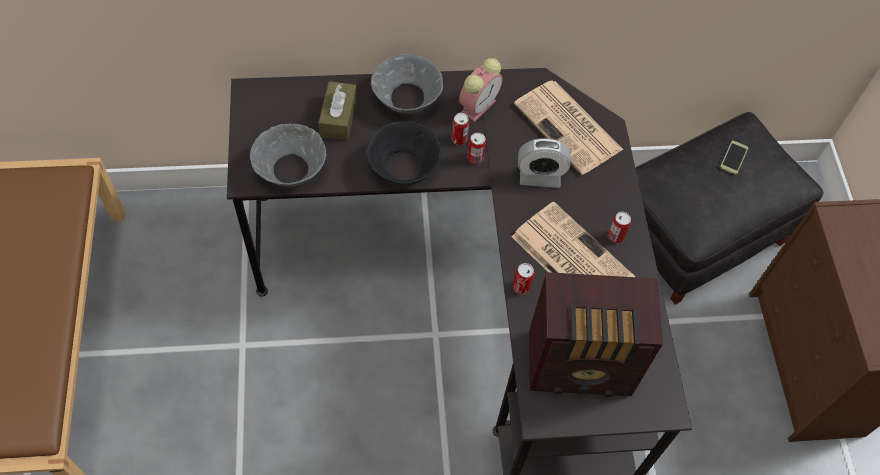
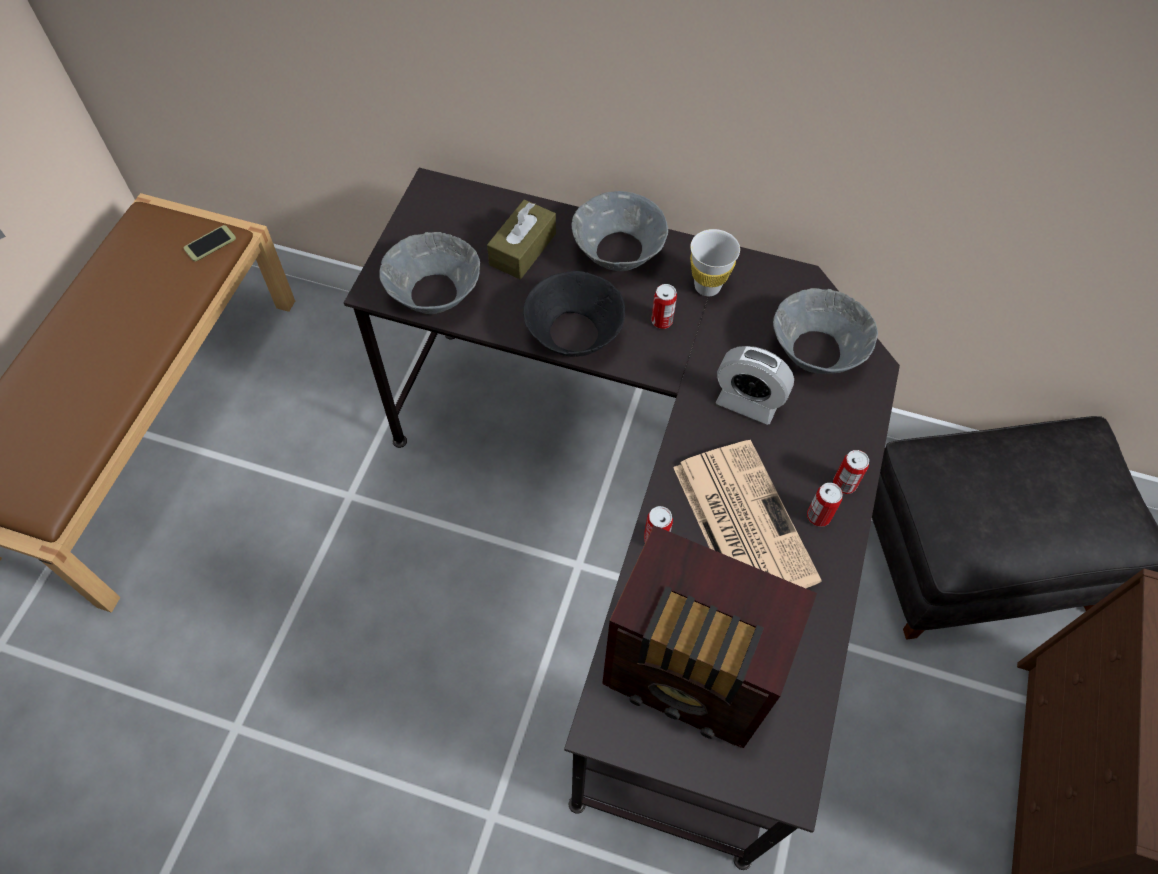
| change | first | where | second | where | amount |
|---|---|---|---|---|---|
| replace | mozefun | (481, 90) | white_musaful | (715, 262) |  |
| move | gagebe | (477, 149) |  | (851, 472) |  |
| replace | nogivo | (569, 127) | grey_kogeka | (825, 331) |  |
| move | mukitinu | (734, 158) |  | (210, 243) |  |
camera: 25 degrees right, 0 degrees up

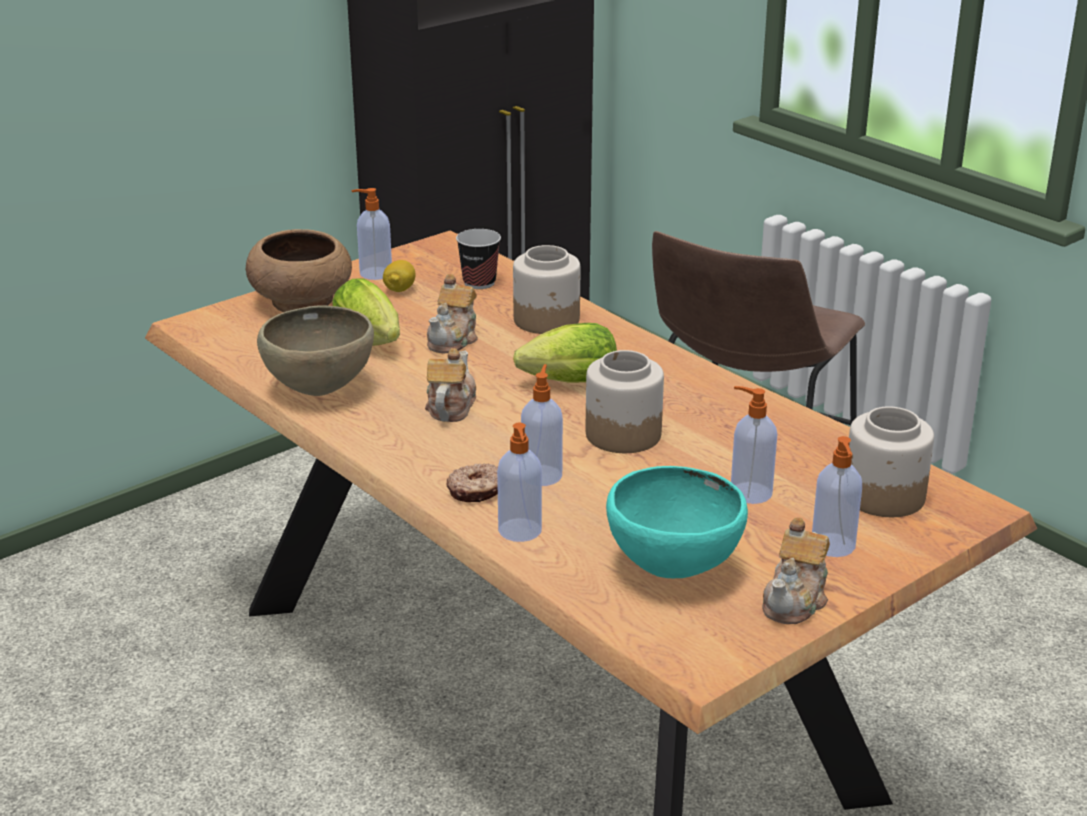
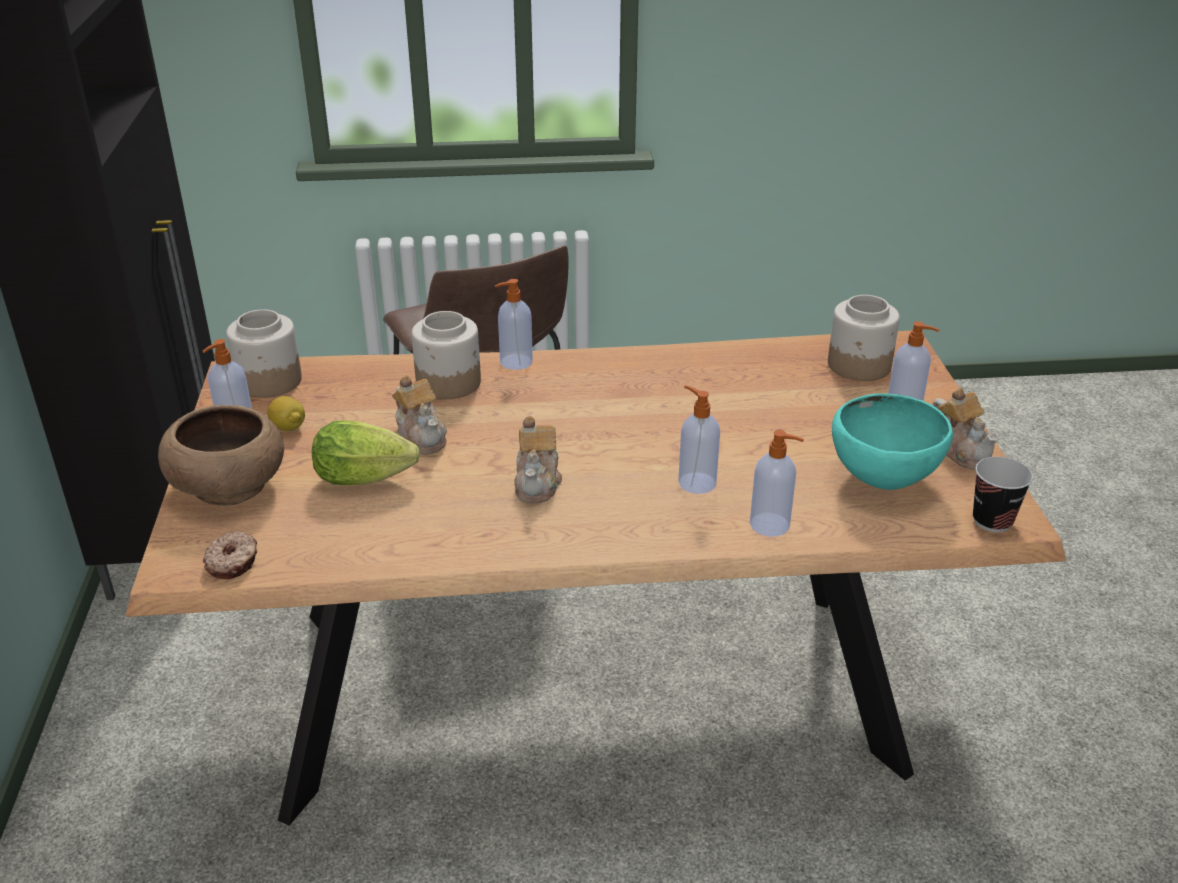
| change | first | where | second | where | amount |
|---|---|---|---|---|---|
| delete | brown_kogeka | (315, 351) |  |  |  |
| rotate | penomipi | (450, 385) |  | (538, 459) | 135 degrees counterclockwise |
| move | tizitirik | (472, 482) |  | (230, 555) |  |
| move | musaful | (478, 259) |  | (1003, 494) |  |
| delete | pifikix | (565, 353) |  |  |  |
| move | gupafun | (625, 401) |  | (264, 353) |  |
| move | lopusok | (754, 445) |  | (514, 324) |  |
camera: 55 degrees left, 5 degrees up

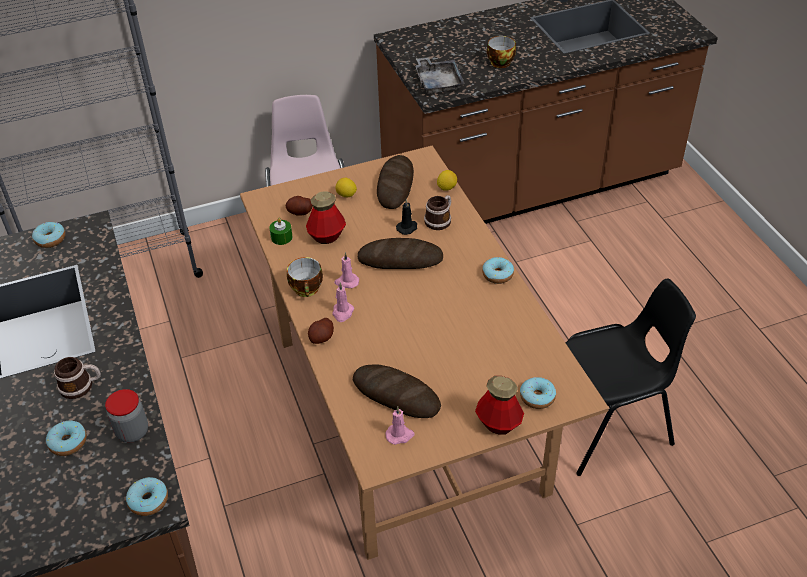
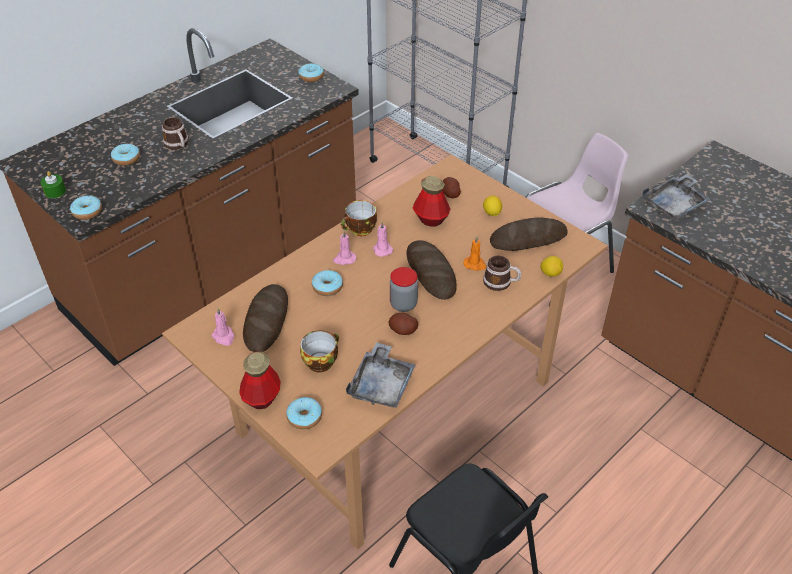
| change | first | where | second | where | amount |
|---|---|---|---|---|---|
| move | gupafun | (126, 416) |  | (404, 289) |  |
| move | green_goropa | (281, 231) |  | (53, 184) |  |
| move | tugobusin | (321, 331) |  | (403, 324) |  |
| recolor | black_goropa | (406, 217) | orange_goropa | (474, 253) |  |
| move | tizitirik | (498, 270) |  | (327, 283) |  |
| move | musaful | (501, 52) |  | (319, 351) |  |
| insert |  |  | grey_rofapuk | (381, 375) |  |
camera: 65 degrees right, 0 degrees up

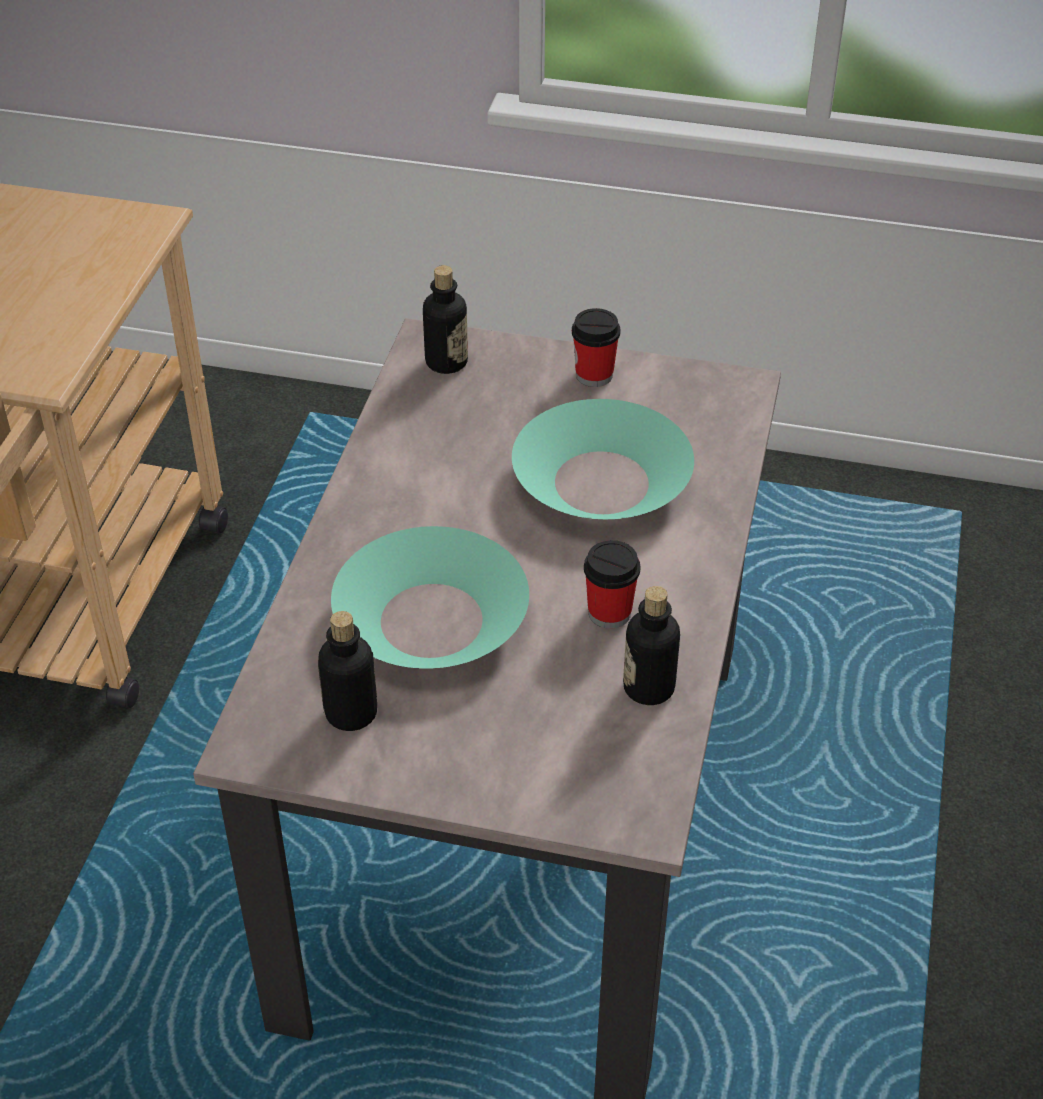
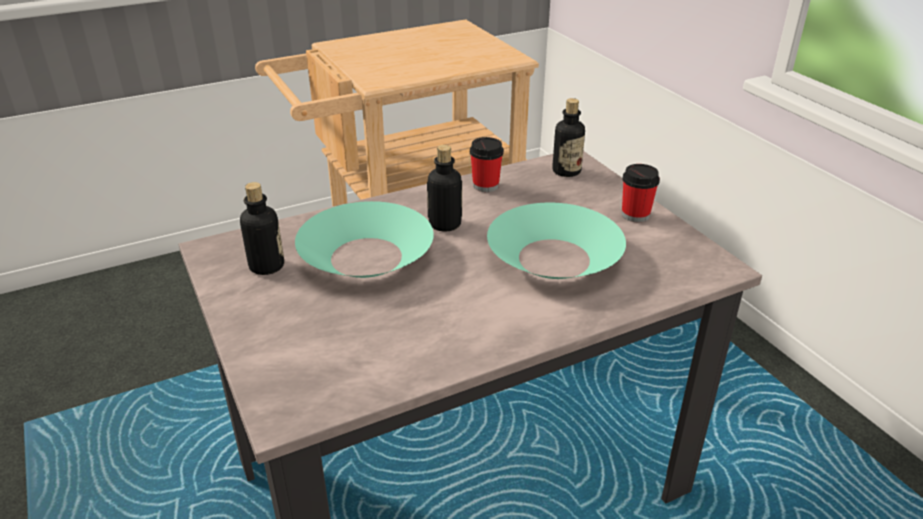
| change | first | where | second | where | amount |
|---|---|---|---|---|---|
| move | musaful | (612, 584) |  | (487, 164) |  |
| move | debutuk | (651, 645) |  | (444, 188) |  |
camera: 50 degrees right, 10 degrees down

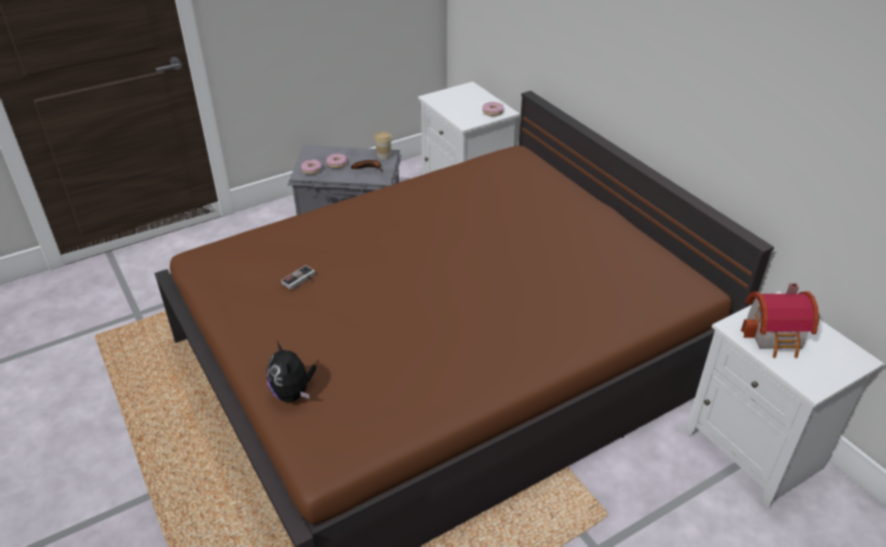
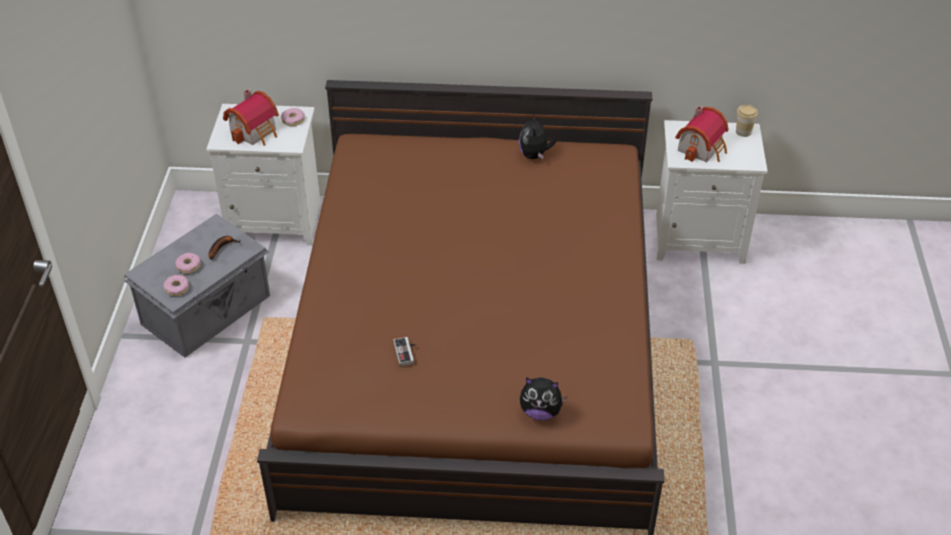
| change | first | where | second | where | amount |
|---|---|---|---|---|---|
| move | musaful | (383, 146) |  | (747, 121) |  |
| insert |  |  | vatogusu | (251, 117) |  |
| insert |  |  | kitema | (537, 137) |  |
camera: 55 degrees left, 5 degrees up

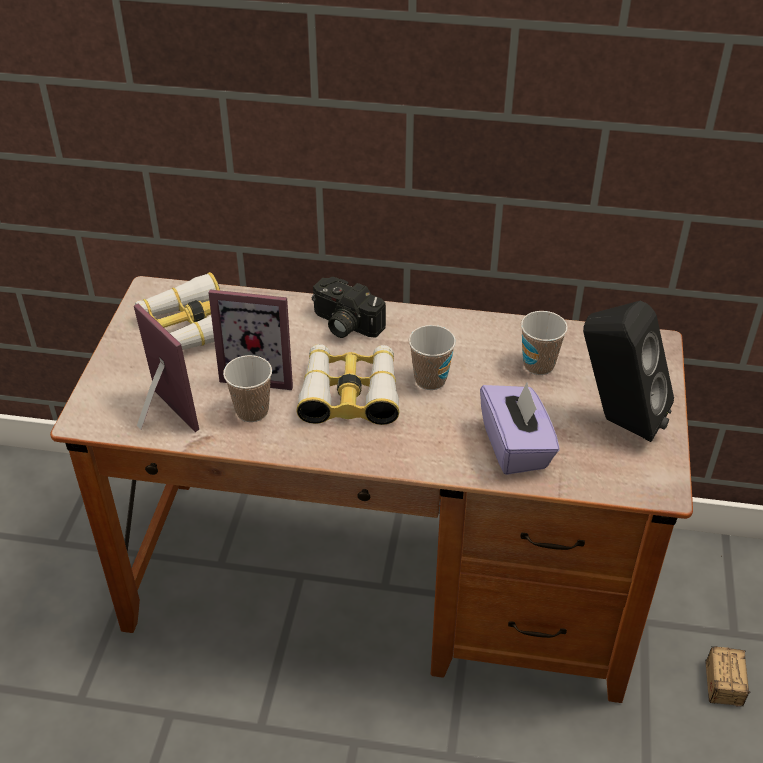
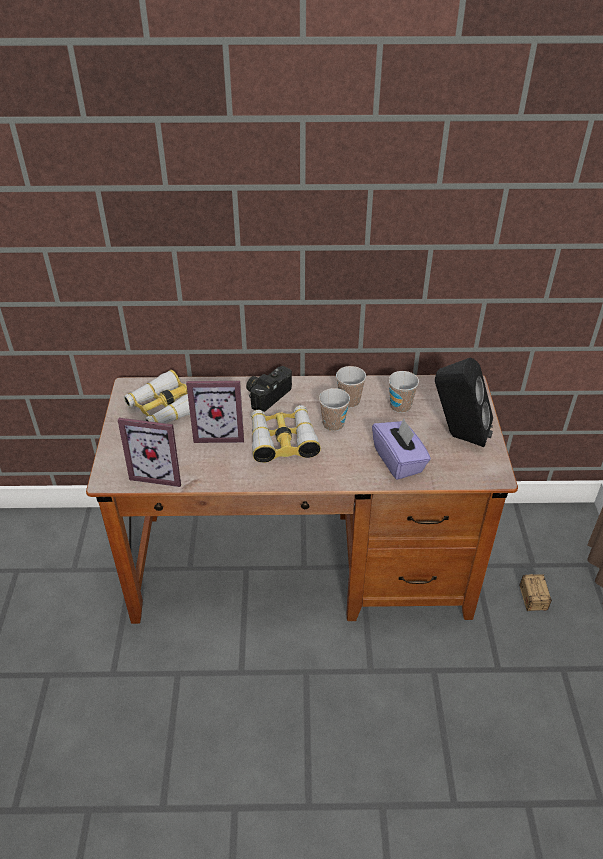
| change | first | where | second | where | amount |
|---|---|---|---|---|---|
| rotate | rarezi | (166, 368) |  | (149, 452) | 150 degrees clockwise |
| move | musaful | (247, 388) |  | (351, 387) |  |
| rotate | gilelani | (349, 307) |  | (269, 389) | 105 degrees clockwise |
camera: 10 degrees left, 0 degrees up

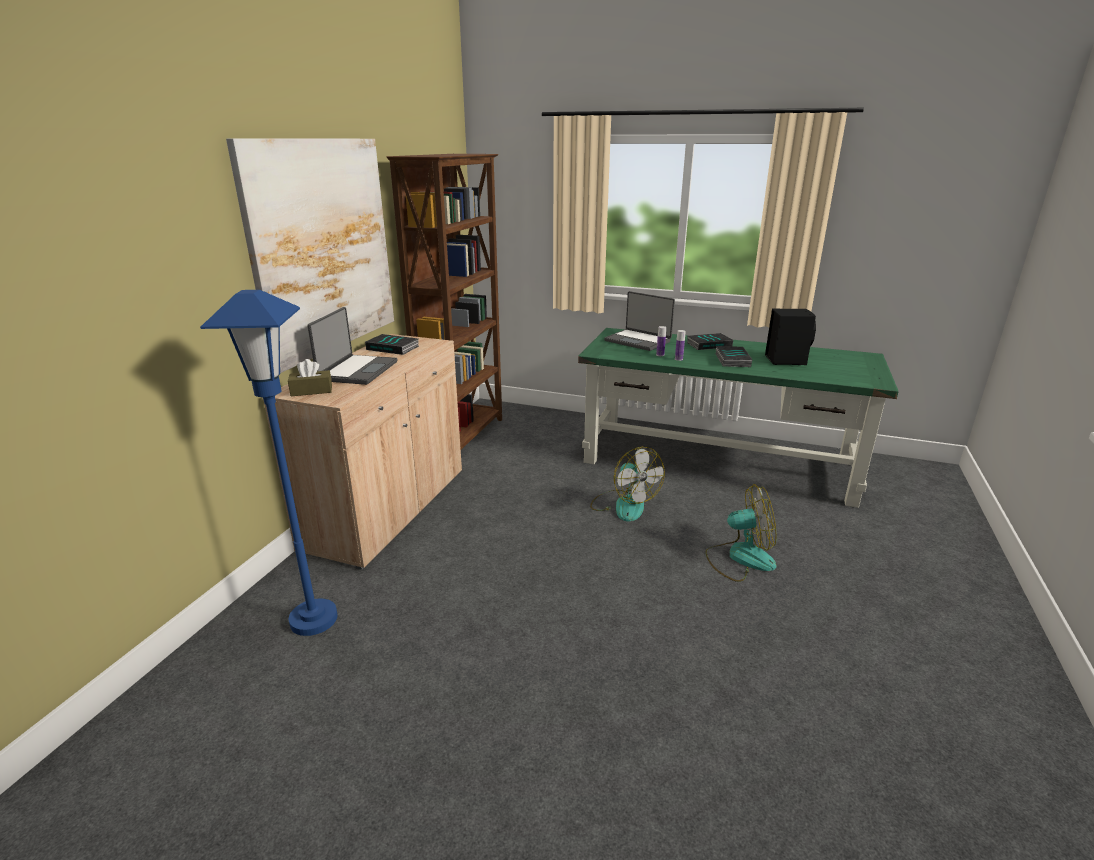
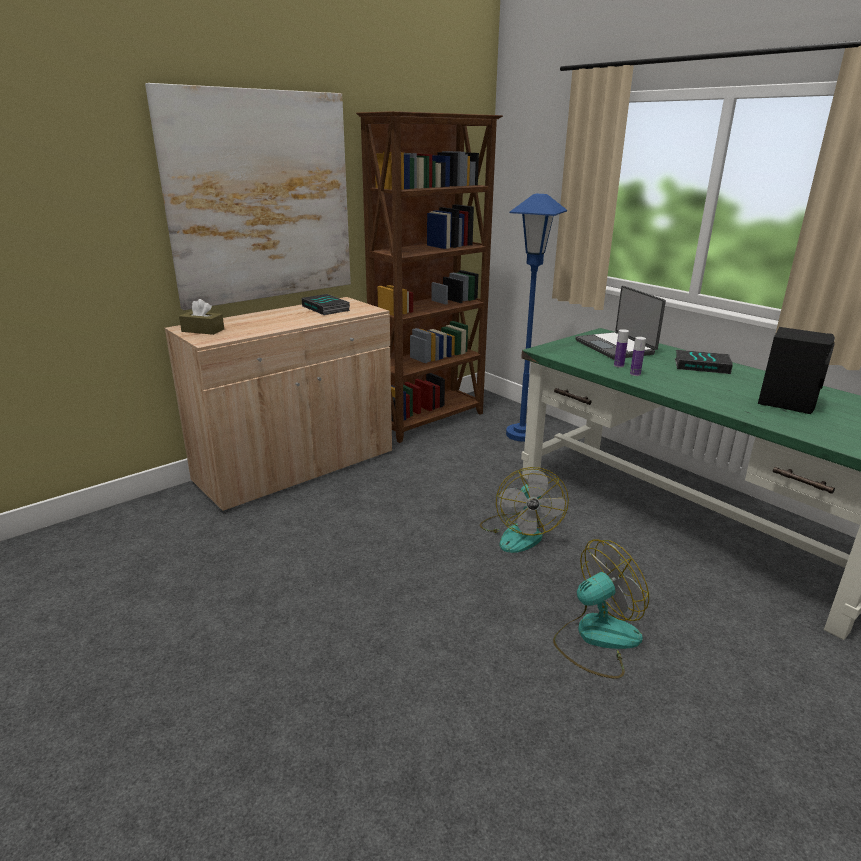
| change | first | where | second | where | amount |
|---|---|---|---|---|---|
| move | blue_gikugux | (268, 463) |  | (536, 318) |  |
| delete | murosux | (352, 346) |  |  |  |
| rotate | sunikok | (741, 533) |  | (601, 609) | 60 degrees counterclockwise |
| delete | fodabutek | (733, 356) |  |  |  |
camera: 30 degrees right, 0 degrees up

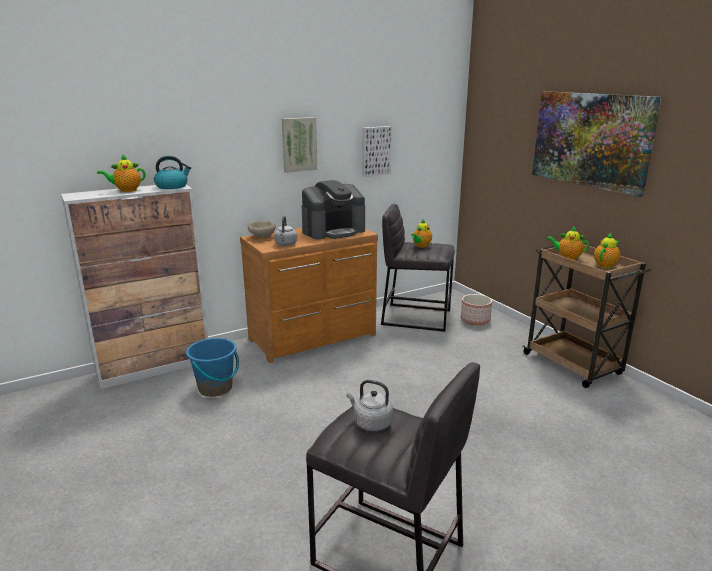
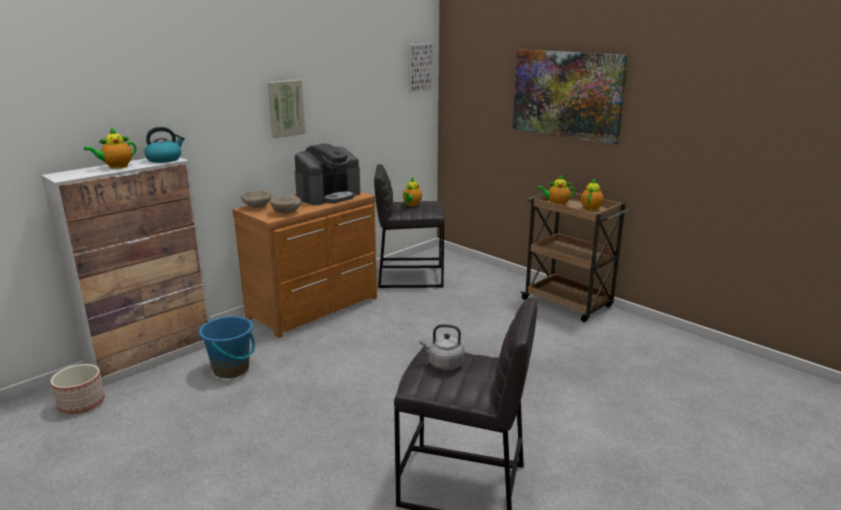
| change | first | where | second | where | amount |
|---|---|---|---|---|---|
| replace | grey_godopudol | (285, 231) | beige_kogeka | (285, 204) |  |
| move | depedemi | (377, 151) |  | (420, 67) |  |
| move | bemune | (476, 309) |  | (78, 389) |  |
camera: 15 degrees left, 0 degrees up

